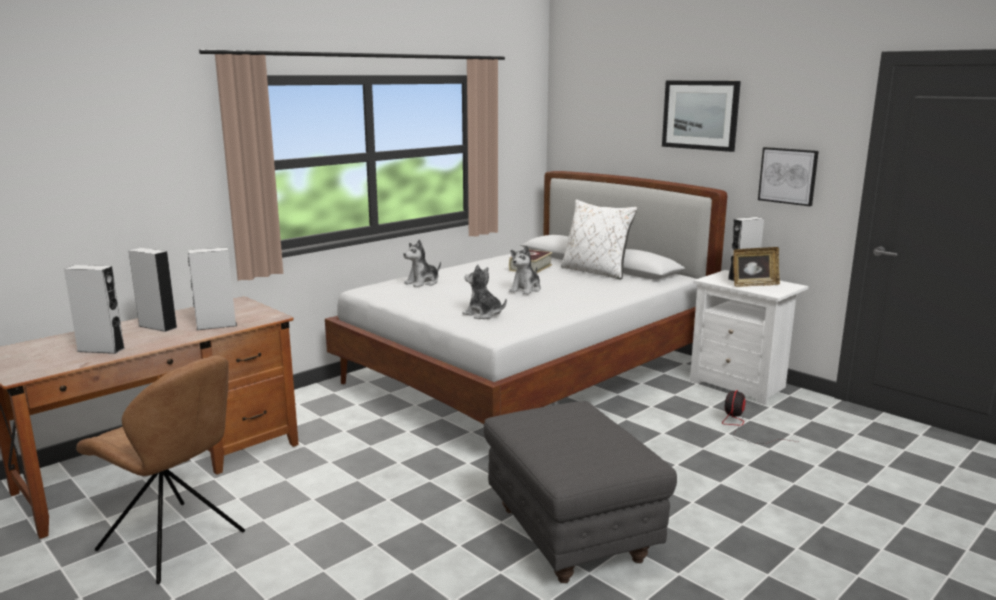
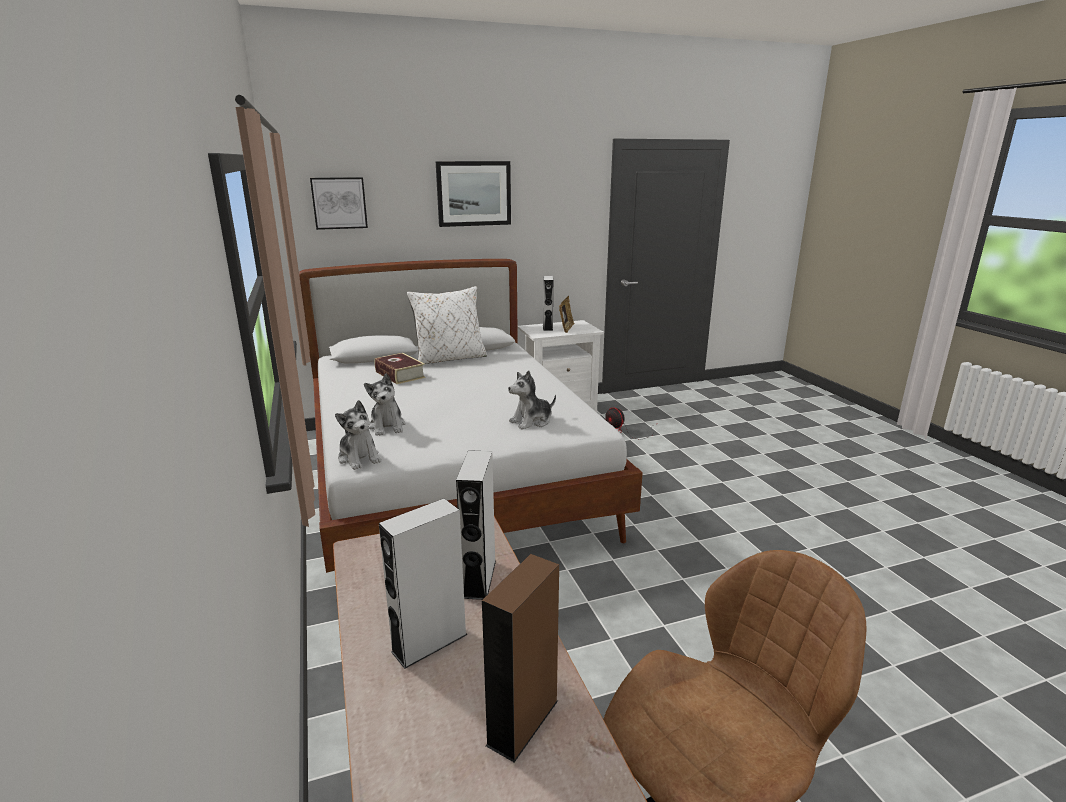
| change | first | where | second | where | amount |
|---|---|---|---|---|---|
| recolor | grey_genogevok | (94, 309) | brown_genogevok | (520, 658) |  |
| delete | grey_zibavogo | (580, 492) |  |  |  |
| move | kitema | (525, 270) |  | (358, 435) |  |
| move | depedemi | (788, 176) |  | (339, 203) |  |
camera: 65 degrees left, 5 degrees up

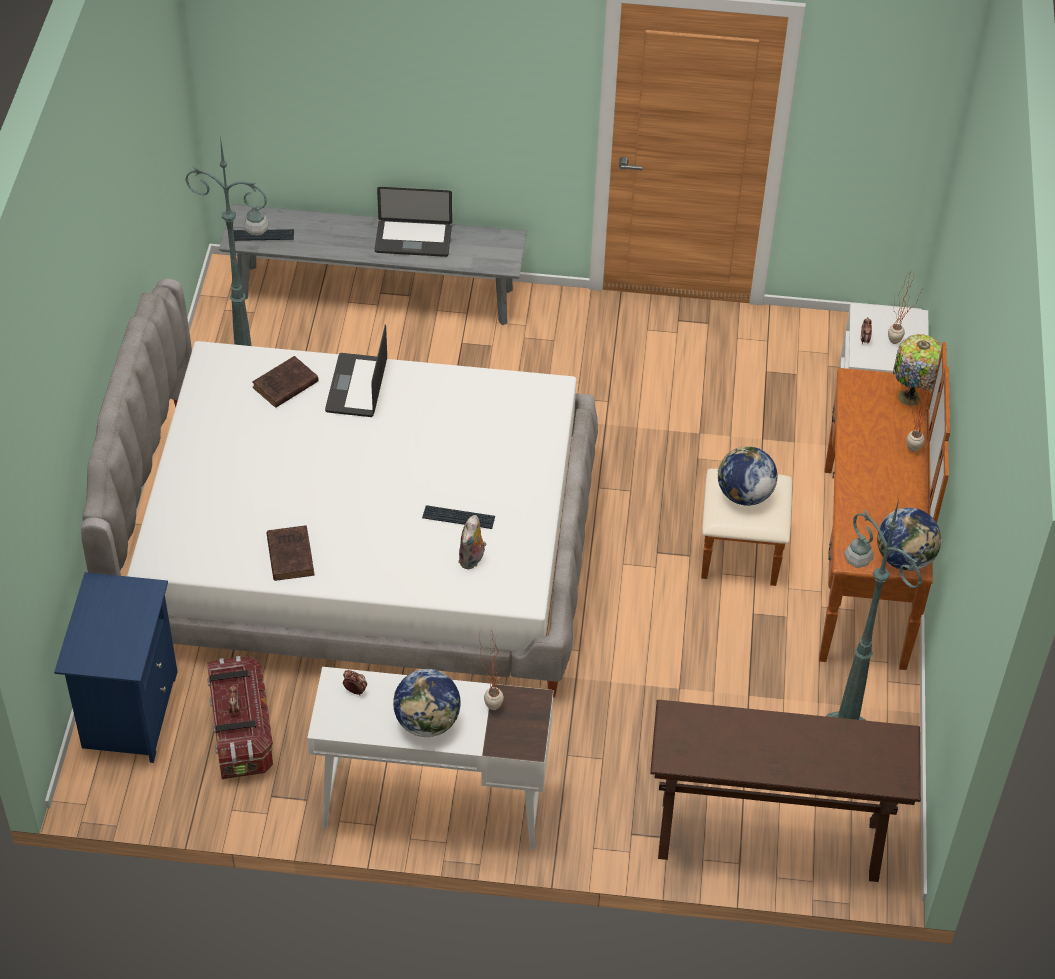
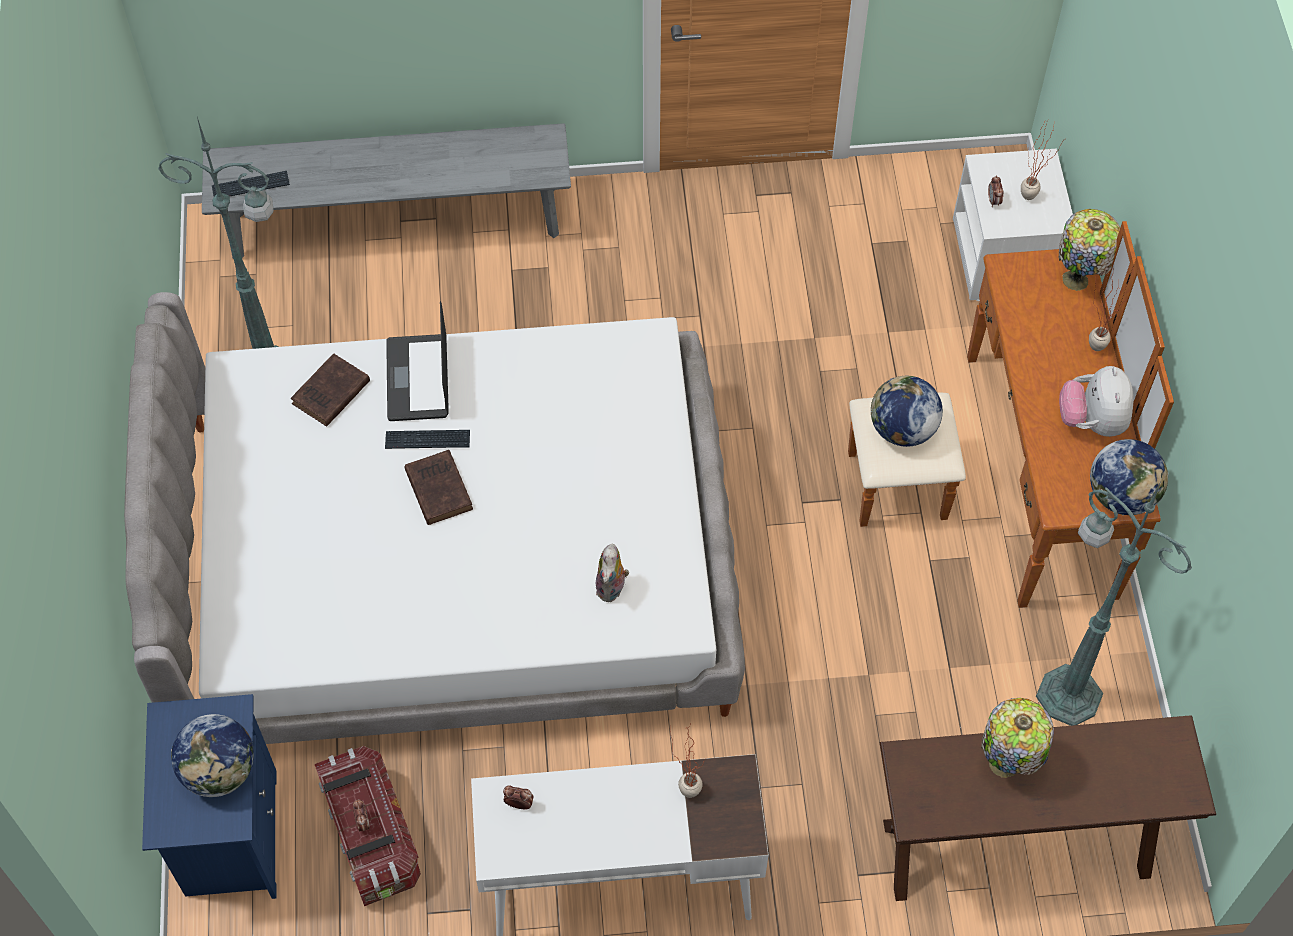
| change | first | where | second | where | amount |
|---|---|---|---|---|---|
| move | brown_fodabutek | (290, 553) |  | (438, 487) |  |
| delete | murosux | (413, 222) |  |  |  |
| move | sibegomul | (427, 703) |  | (212, 755) |  |
| move | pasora | (458, 517) |  | (427, 439) |  |
| insert |  |  | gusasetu | (1017, 738) |  |
| insert |  |  | kitema | (1096, 401) |  |
camera: 10 degrees left, 10 degrees up

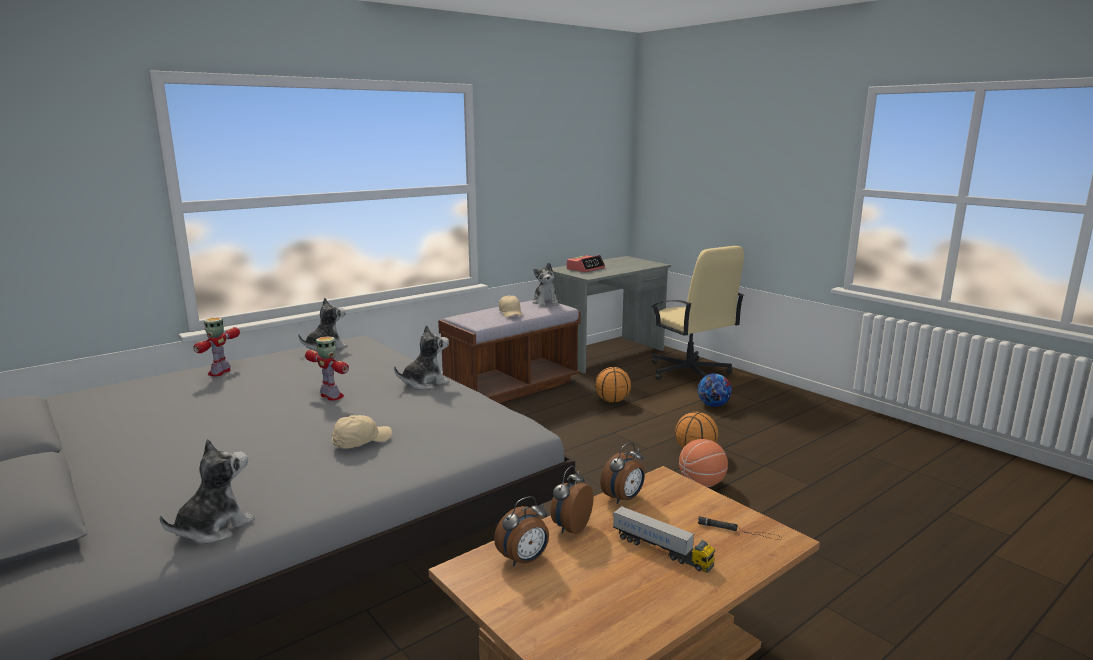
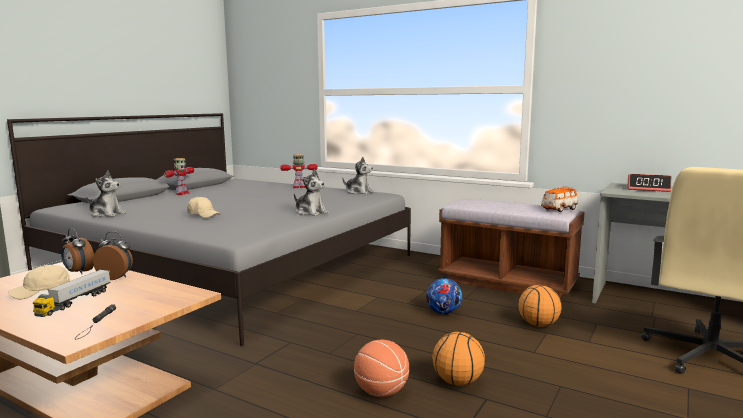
| change | first | where | second | where | amount |
|---|---|---|---|---|---|
| move | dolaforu | (327, 368) |  | (179, 176) |  |
| move | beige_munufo | (510, 306) |  | (39, 282) |  |
| replace | kitema | (545, 285) | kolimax | (559, 199) |  |
| delete | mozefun | (622, 473) |  |  |  |
| move | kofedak | (715, 390) |  | (444, 296) |  |
camera: 70 degrees right, 5 degrees down

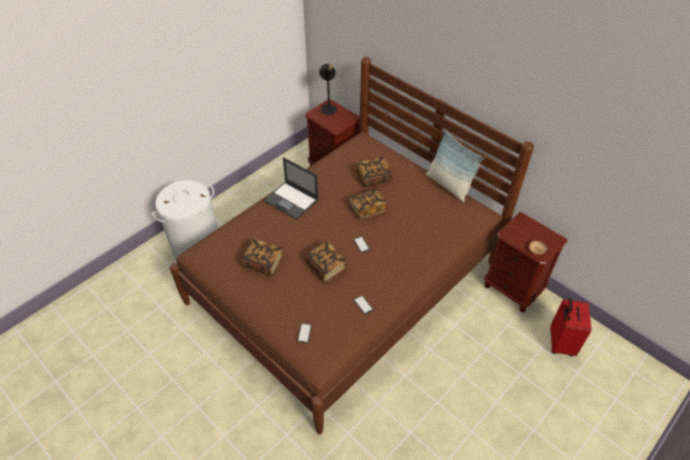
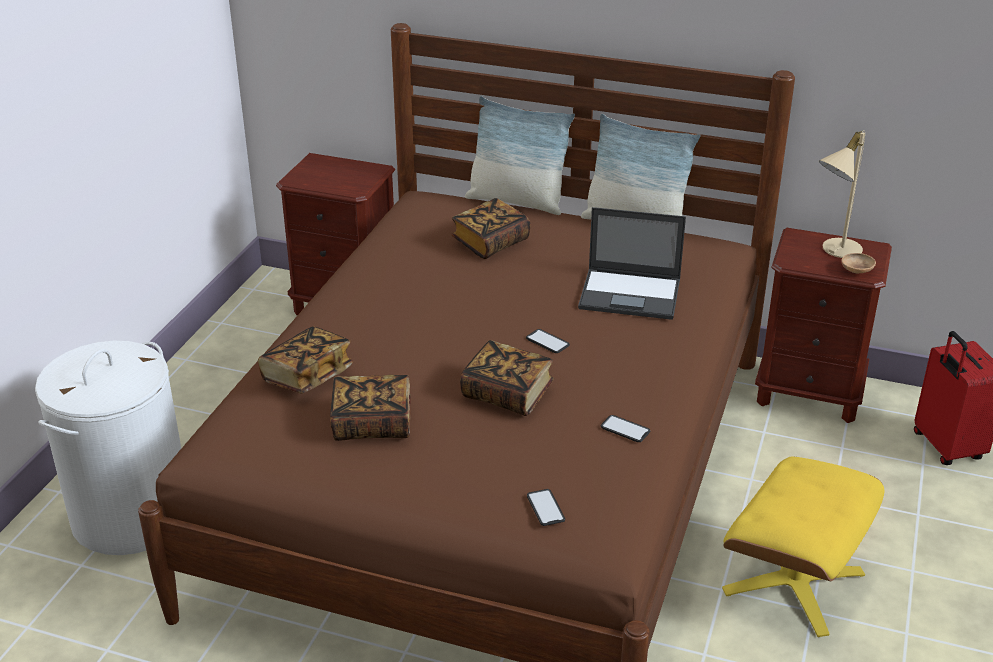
| change | first | where | second | where | amount |
|---|---|---|---|---|---|
| move | murosux | (291, 188) |  | (632, 263) |  |
| delete | black_gusasetu | (328, 89) |  |  |  |
| move | fodabutek | (367, 204) |  | (305, 360) |  |
| insert |  |  | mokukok | (520, 155) |  |
| insert |  |  | yellow_zibavogo | (803, 547) |  |
| insert |  |  | beige_gusasetu | (842, 194) |  |
camera: 25 degrees left, 15 degrees down

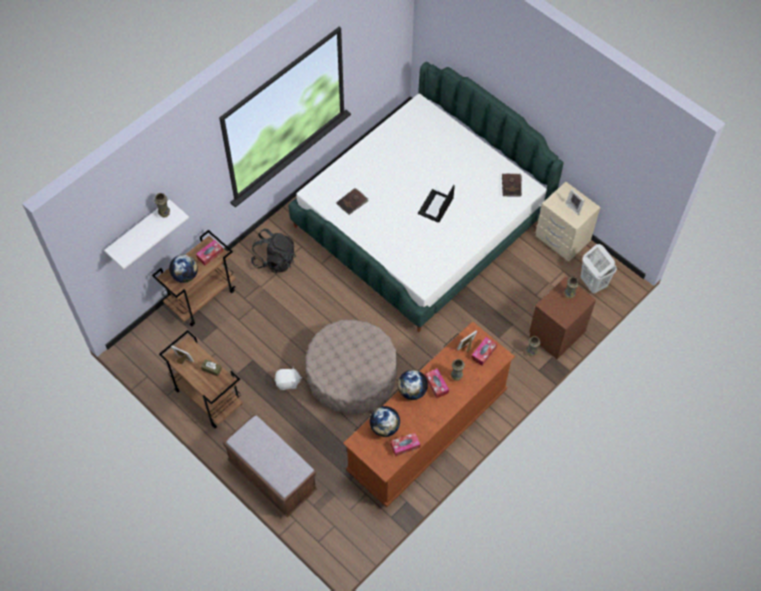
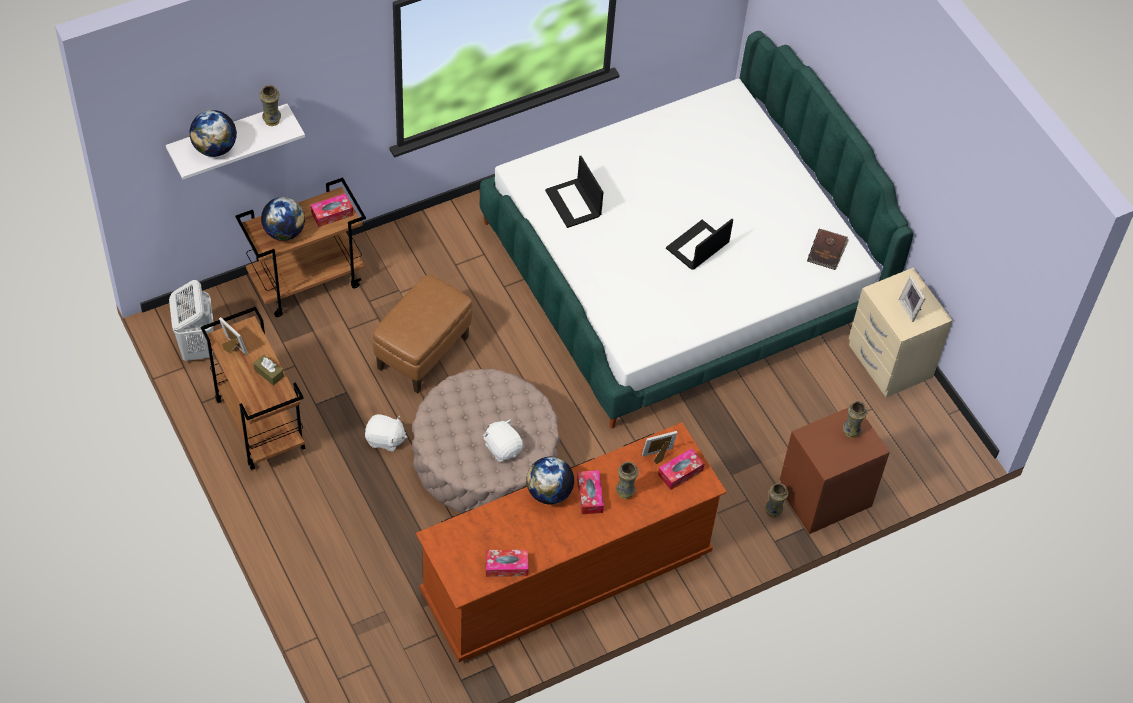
| change | first | where | second | where | amount |
|---|---|---|---|---|---|
| delete | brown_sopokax | (270, 466) |  |  |  |
| delete | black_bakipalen | (273, 251) |  |  |  |
| replace | brown_fodabutek | (352, 201) | murosux | (574, 192) |  |
| move | sibegomul | (385, 421) |  | (213, 133) |  |
| move | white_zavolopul | (598, 269) |  | (191, 320) |  |
| insert |  |  | brown_zibavogo | (422, 333) |  |
| insert |  |  | white_kitema | (503, 440) |  |
camera: 15 degrees right, 5 degrees down

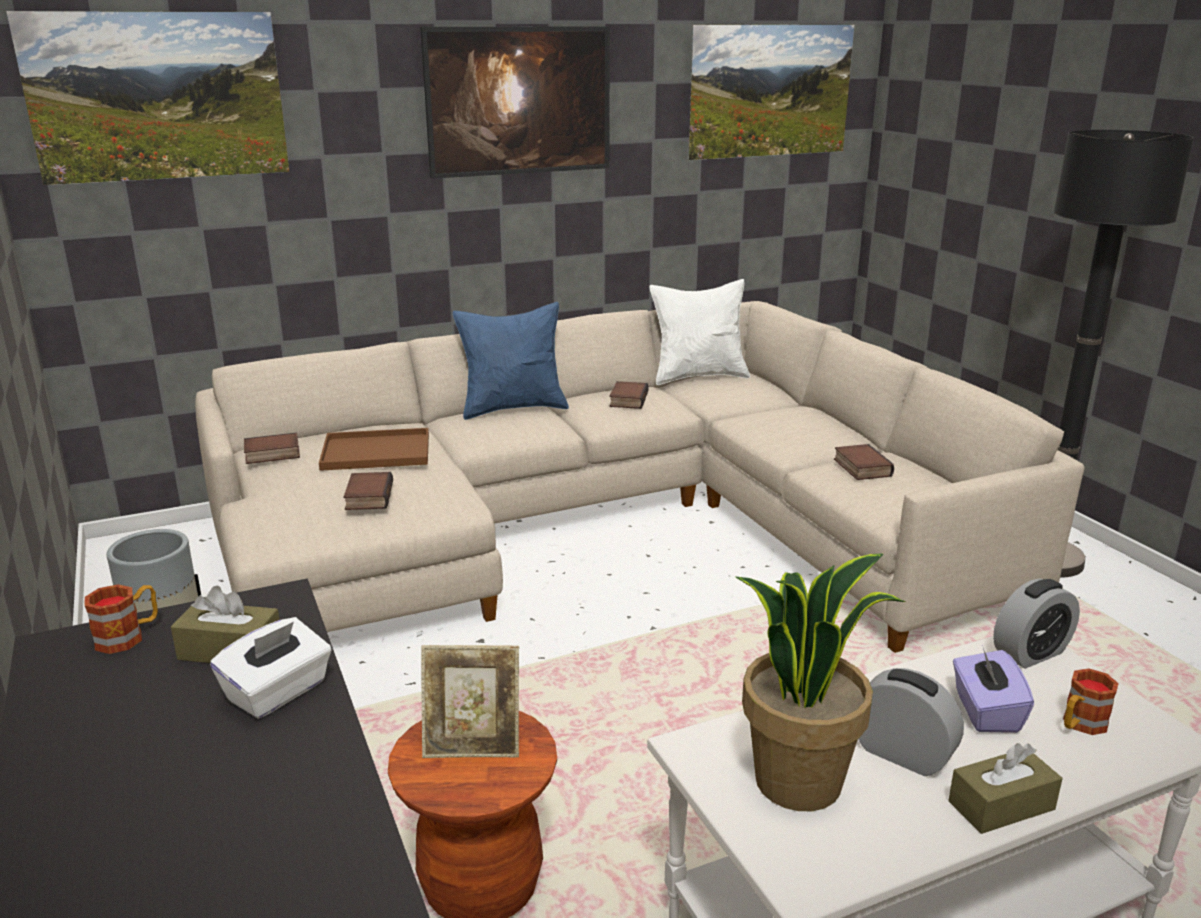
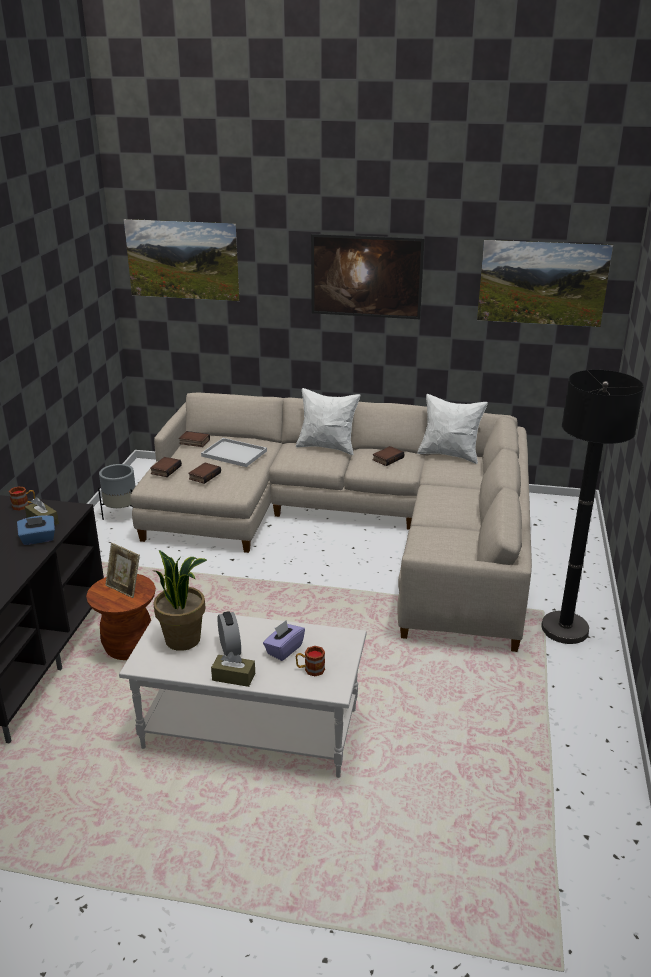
| change | first | where | second | where | amount |
|---|---|---|---|---|---|
| recolor | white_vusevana | (270, 668) | blue_vusevana | (36, 530) |  |
| recolor | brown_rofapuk | (374, 449) | white_rofapuk | (234, 452) |  |
| recolor | blue_mokukok | (511, 361) | white_mokukok | (328, 421) |  |
| move | fodabutek | (864, 462) |  | (166, 467) |  |
| delete | mozefun | (1036, 623) |  |  |  |
camera: 35 degrees right, 5 degrees up

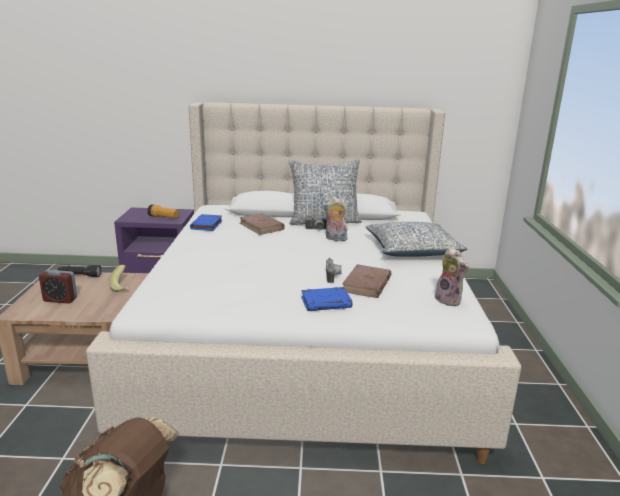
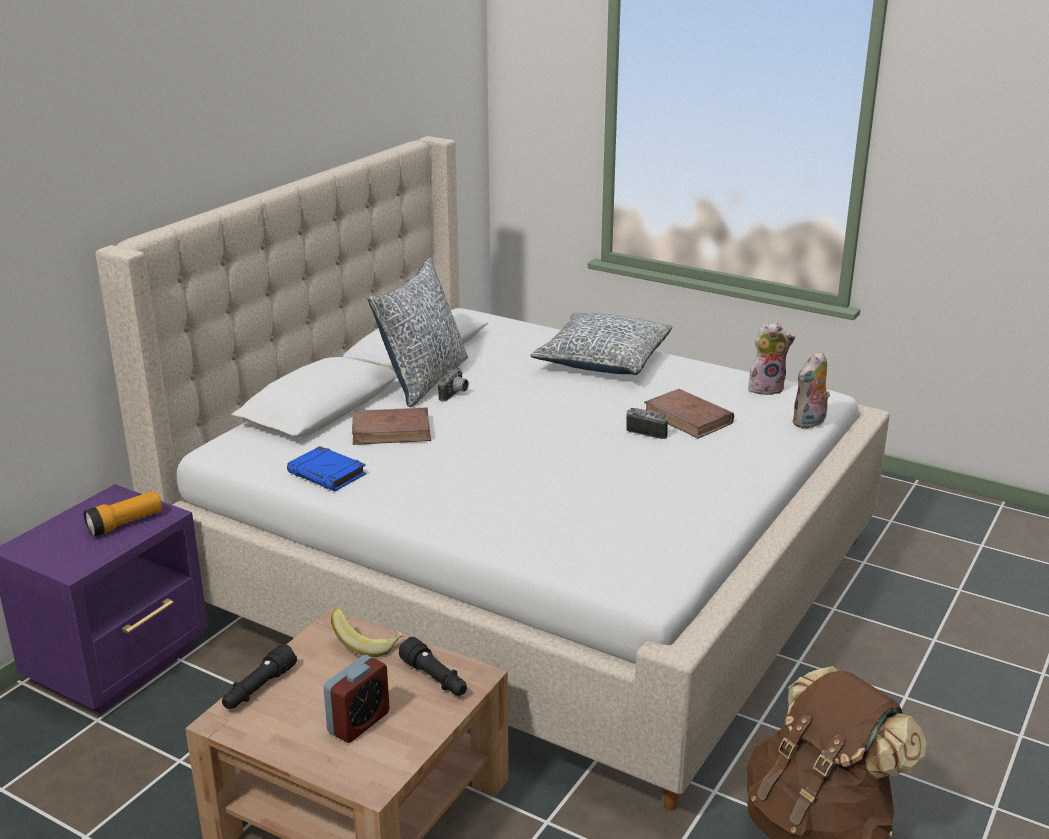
| change | first | where | second | where | amount |
|---|---|---|---|---|---|
| delete | blue_fodabutek | (326, 299) |  |  |  |
| move | kitema | (335, 219) |  | (811, 389) |  |
| insert |  |  | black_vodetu | (433, 666) |  |
camera: 60 degrees left, 5 degrees up

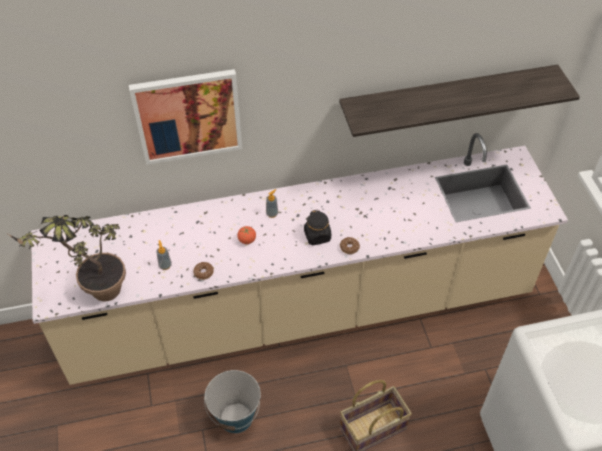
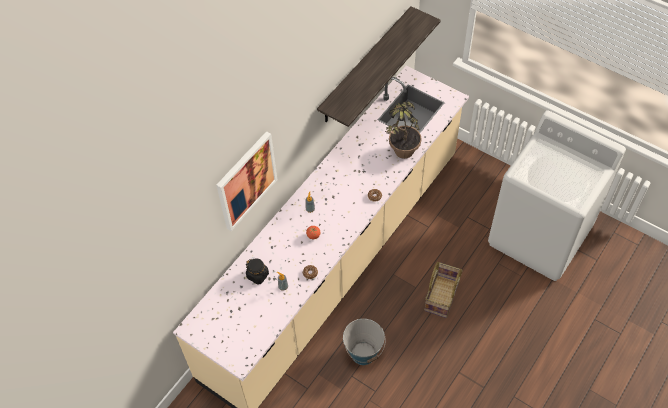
| change | first | where | second | where | amount |
|---|---|---|---|---|---|
| move | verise | (67, 258) |  | (403, 130) |  |
| move | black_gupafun | (317, 227) |  | (257, 271) |  |
camera: 40 degrees left, 5 degrees up

